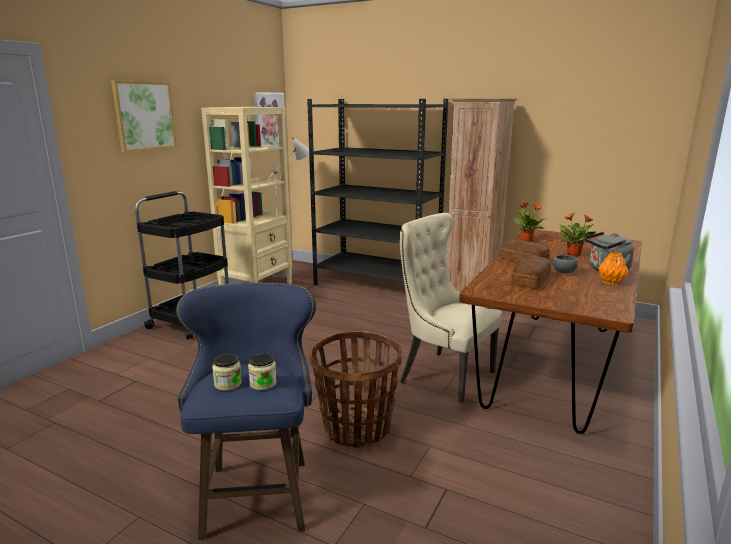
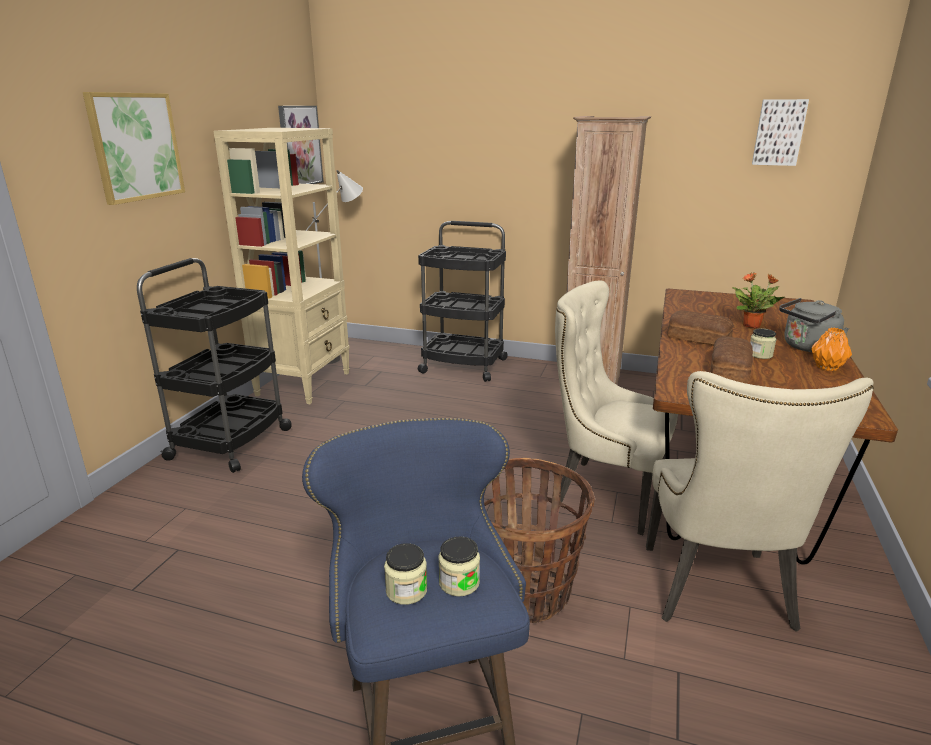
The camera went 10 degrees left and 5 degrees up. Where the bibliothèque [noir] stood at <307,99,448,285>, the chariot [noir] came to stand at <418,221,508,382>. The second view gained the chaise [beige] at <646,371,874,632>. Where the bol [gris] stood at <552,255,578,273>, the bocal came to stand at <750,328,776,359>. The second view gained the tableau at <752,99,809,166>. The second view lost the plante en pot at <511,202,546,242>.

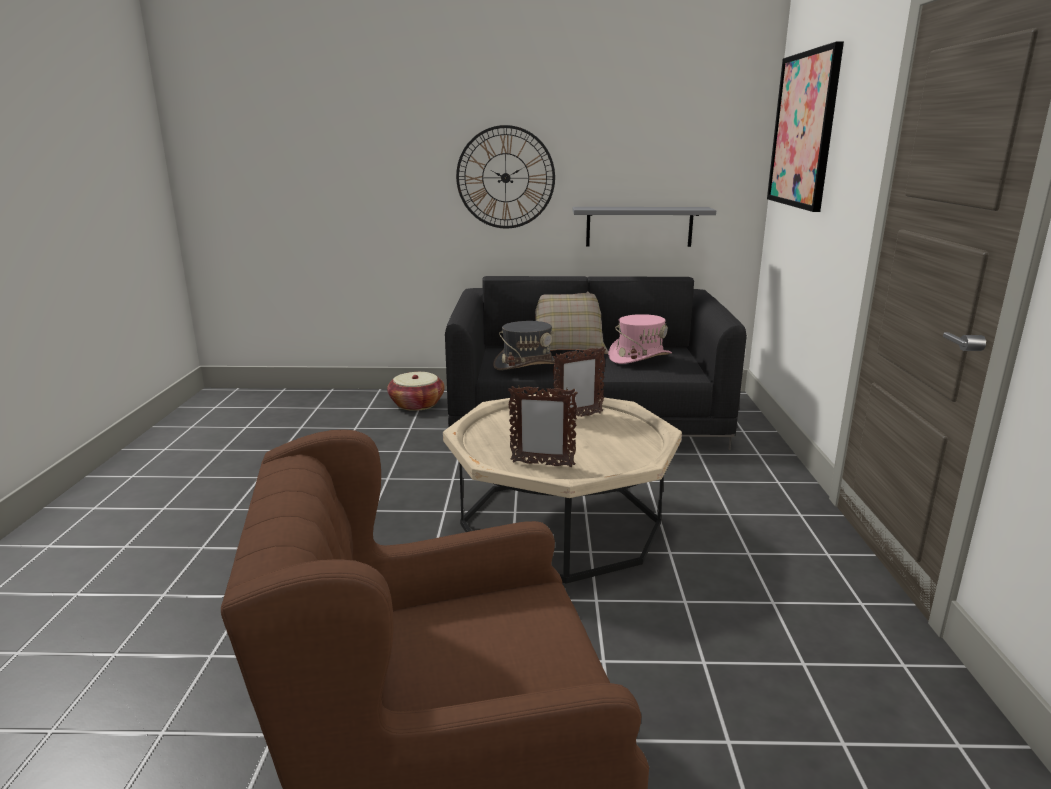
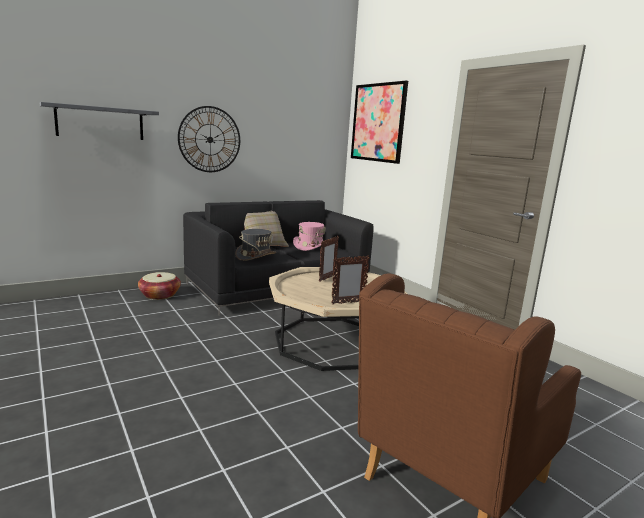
The camera went 35 degrees left and 5 degrees down. The étagère [gris] ended up elsewhere, having gone from <572,207,716,247> to <40,102,159,140>.

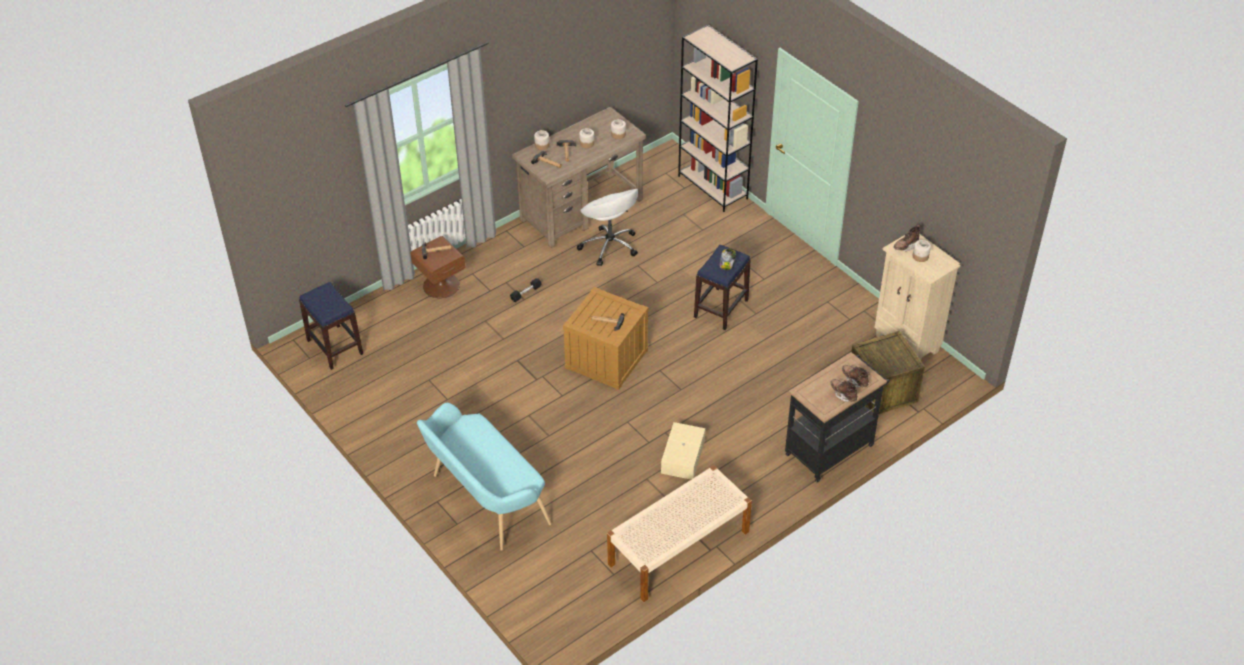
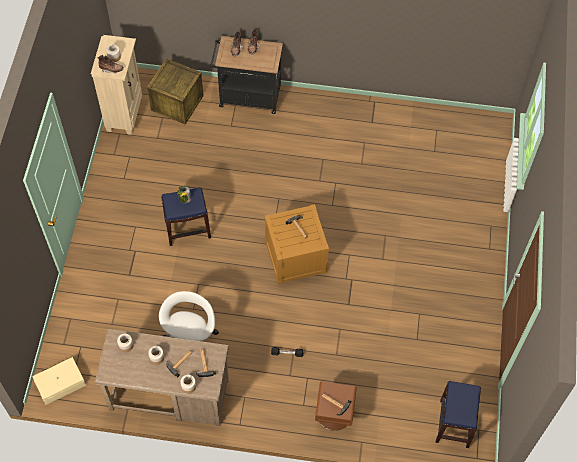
The camera went 135 degrees left and 15 degrees up. The boîte de rangement [beige] ended up elsewhere, having gone from <661,422,705,479> to <32,357,86,405>. The second view lost the banc [turquoise] at <417,403,551,551>. The second view lost the banc [beige] at <607,465,752,602>. The second view lost the bibliothèque [beige] at <678,25,758,212>.

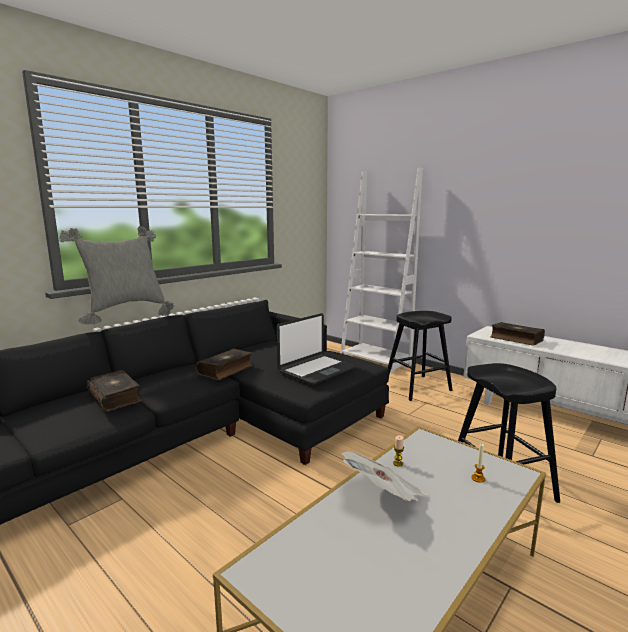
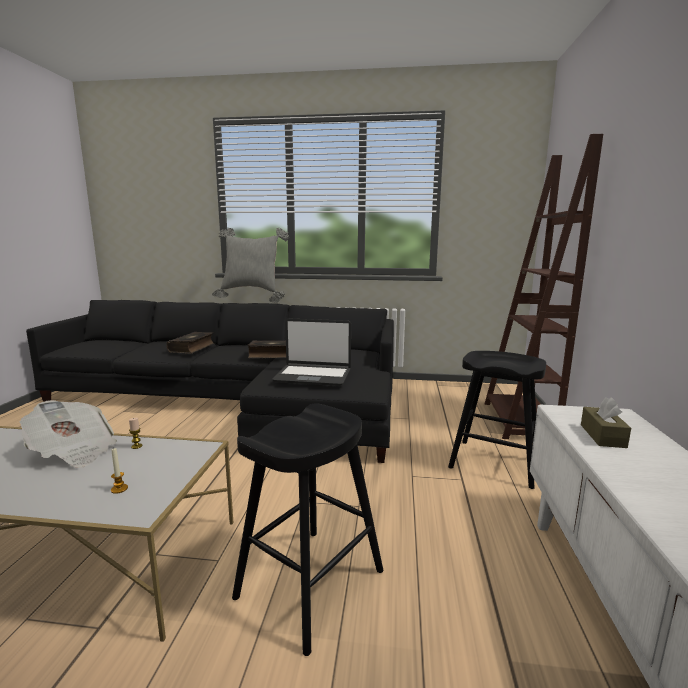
The camera went 55 degrees right and 0 degrees up. What was the bibliothèque [blanc] at <341,168,423,374> turned into the bibliothèque [marron] at <485,134,603,439>. Where the livre stood at <490,322,545,346>, the boîte à mouchoirs [marron] came to stand at <581,397,631,448>.

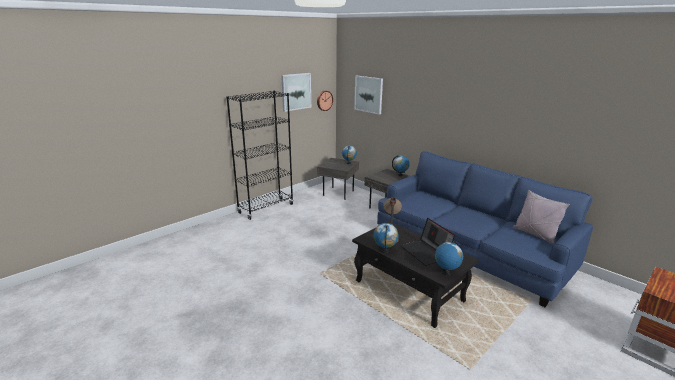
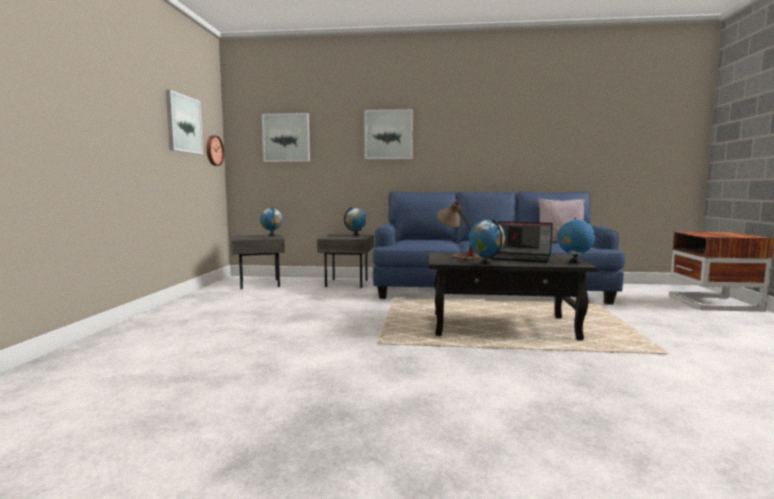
The camera went 40 degrees left and 15 degrees down. The second view gained the tableau at <364,109,413,159>. The second view lost the bibliothèque [noir] at <226,90,293,220>.

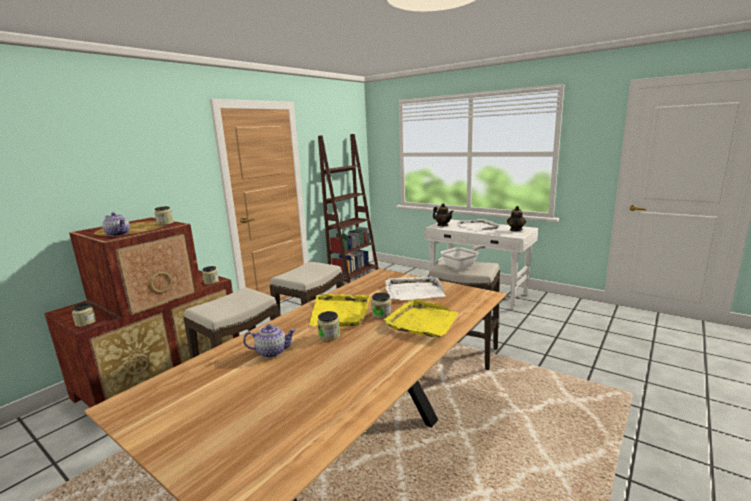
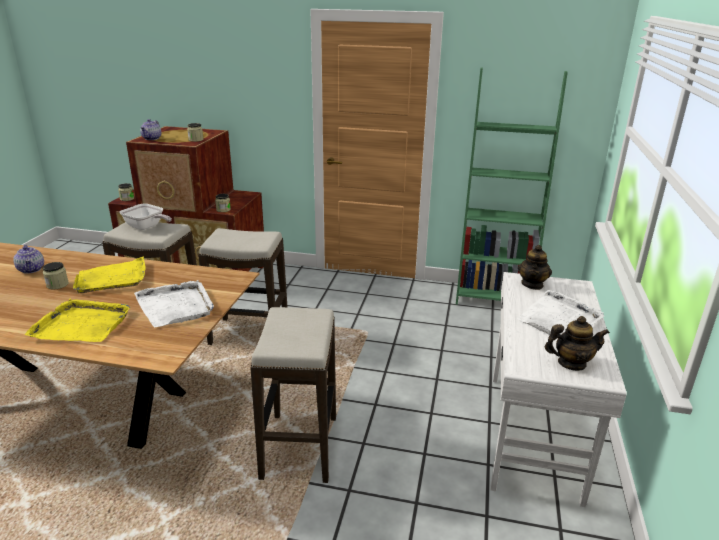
The camera went 65 degrees right and 10 degrees up. The poêle ended up elsewhere, having gone from <441,245,486,270> to <120,204,172,230>. What was the bibliothèque [marron] at <318,134,379,283> turned into the bibliothèque [vert] at <456,67,568,305>. The second view lost the bocal at <371,292,391,319>.

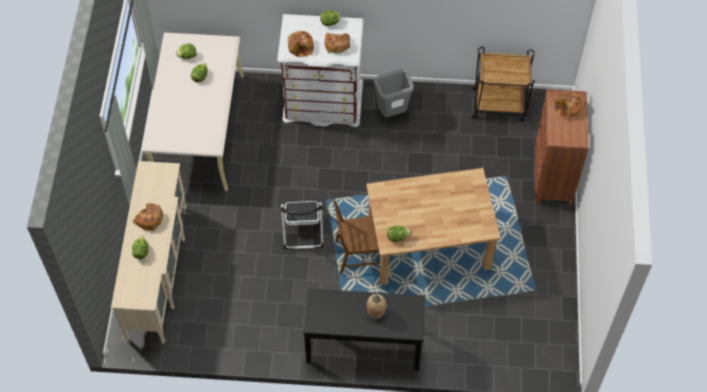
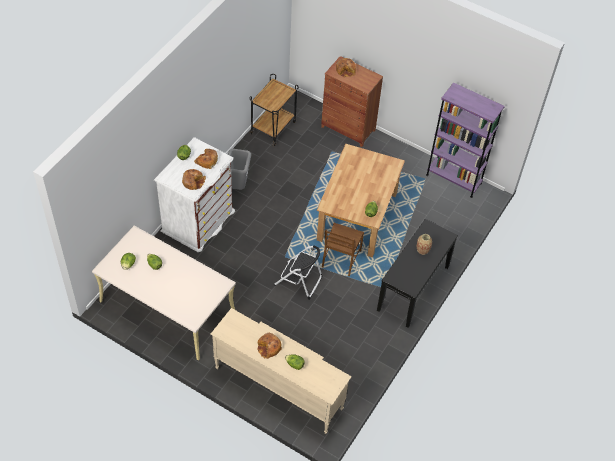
The camera went 65 degrees left and 5 degrees down. The second view gained the bibliothèque [violet] at <426,82,505,198>.

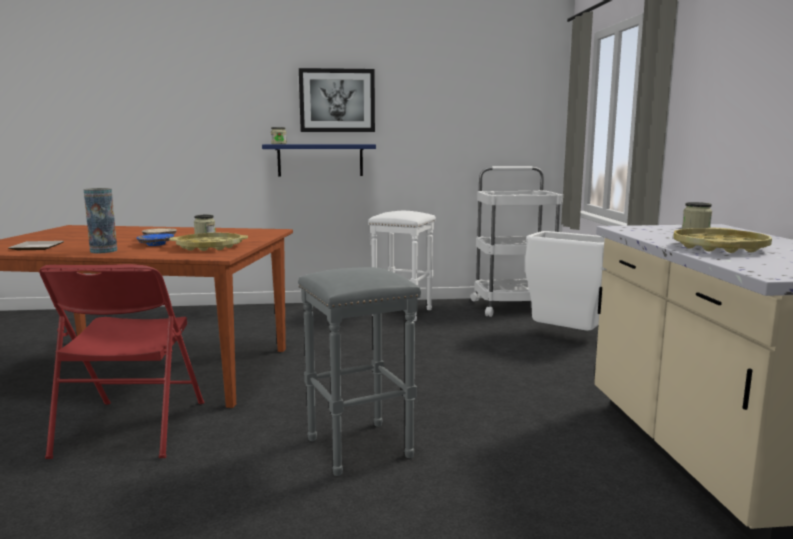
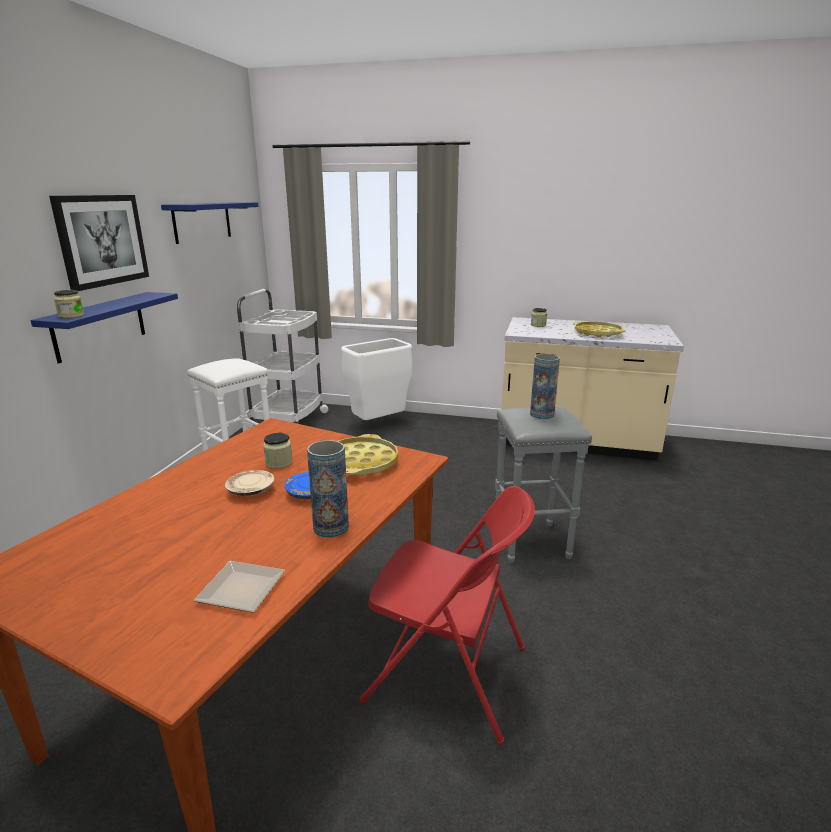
The camera went 70 degrees left and 10 degrees up. The second view gained the étagère [bleu] at <161,202,259,244>. The second view gained the vase at <530,354,560,419>.

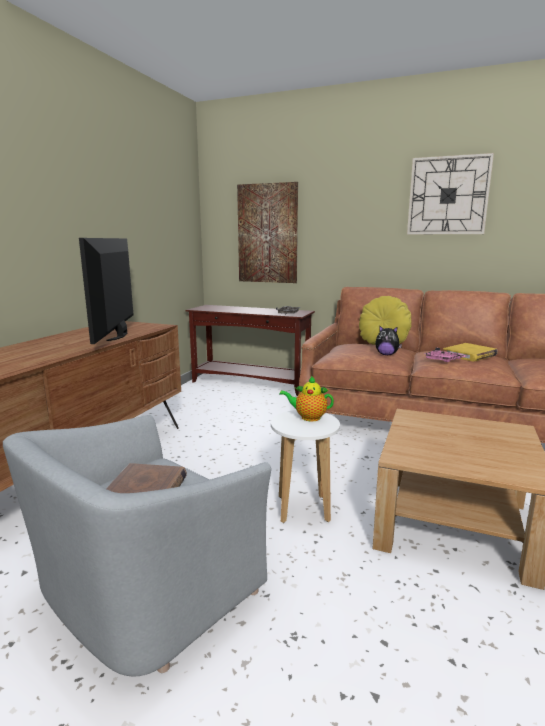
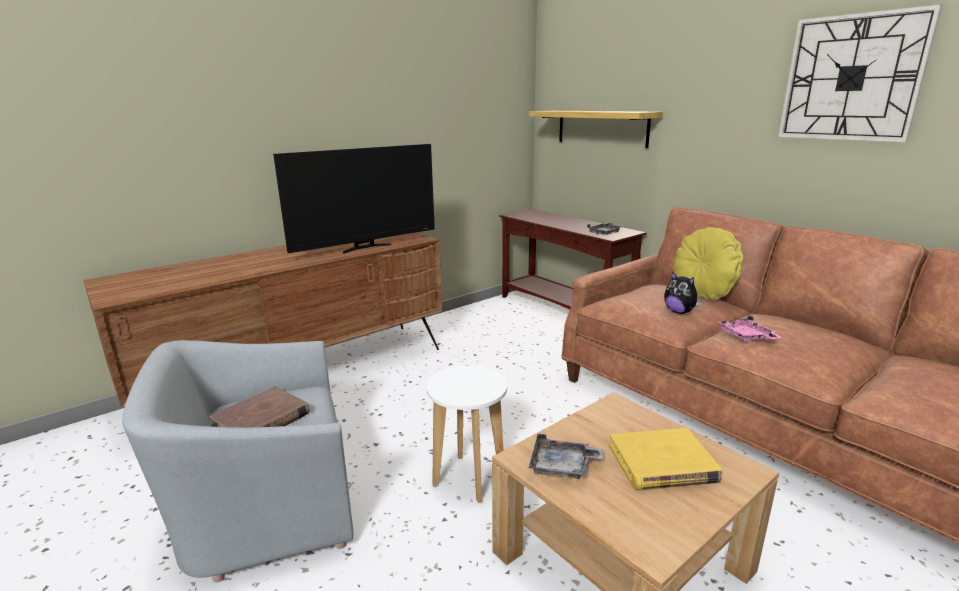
The camera went 30 degrees right and 5 degrees up. The téléviseur at <79,238,133,344> ended up facing another way, 150 degrees counterclockwise from before. Where the tableau hung at <237,182,298,283>, the étagère came to hang at <529,111,663,148>. The second view gained the plateau [gris] at <529,434,604,479>. The livre [jaune] ended up elsewhere, having gone from <443,343,498,362> to <609,428,723,491>. The second view lost the théière at <279,376,334,421>.

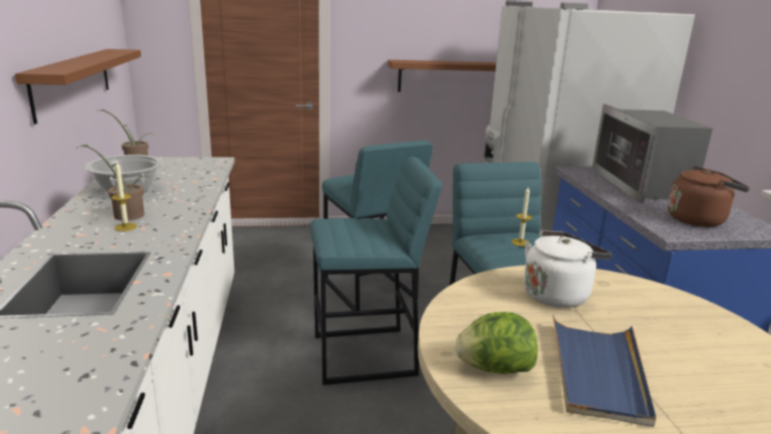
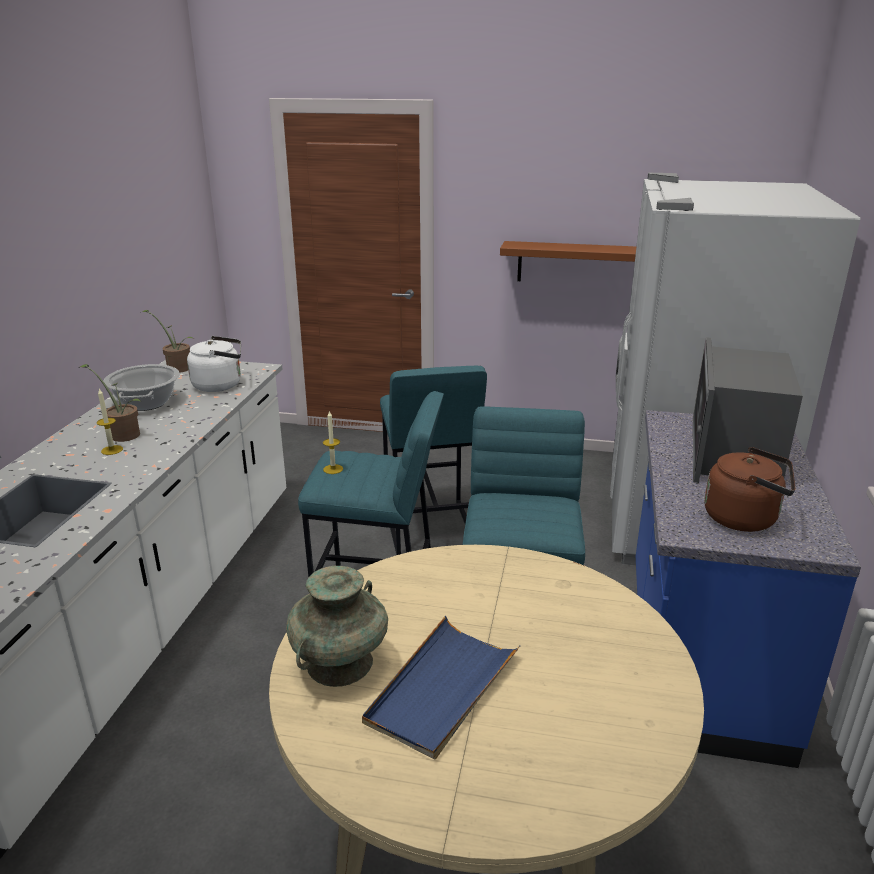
The camera went 20 degrees right and 5 degrees up. The bouilloire [blanc] ended up elsewhere, having gone from <524,231,612,308> to <187,336,241,392>. Where the laitue stood at <455,312,538,374>, the vase [turquoise] came to stand at <286,566,388,687>. The bougie ended up elsewhere, having gone from <511,187,532,247> to <323,411,343,474>. The second view lost the étagère [marron] at <15,49,141,124>.

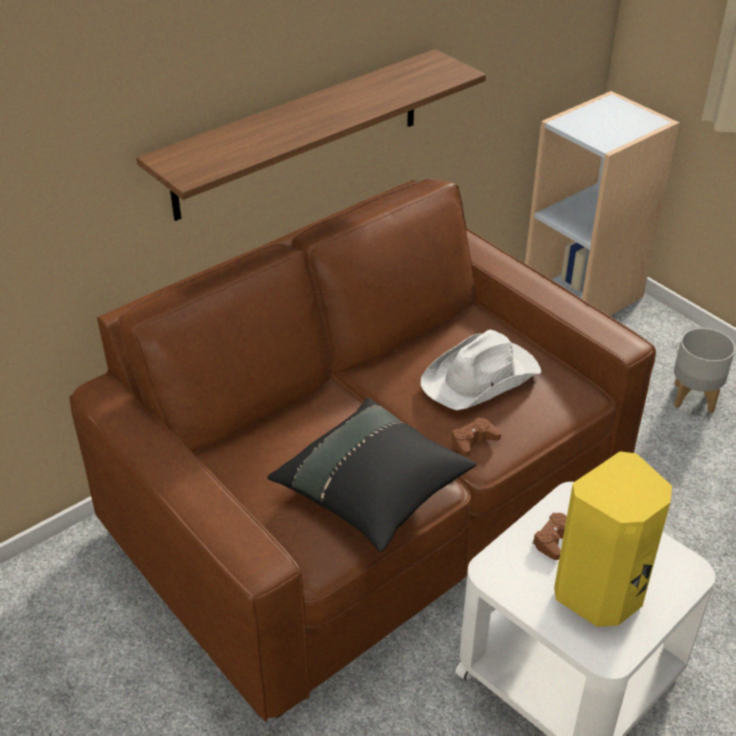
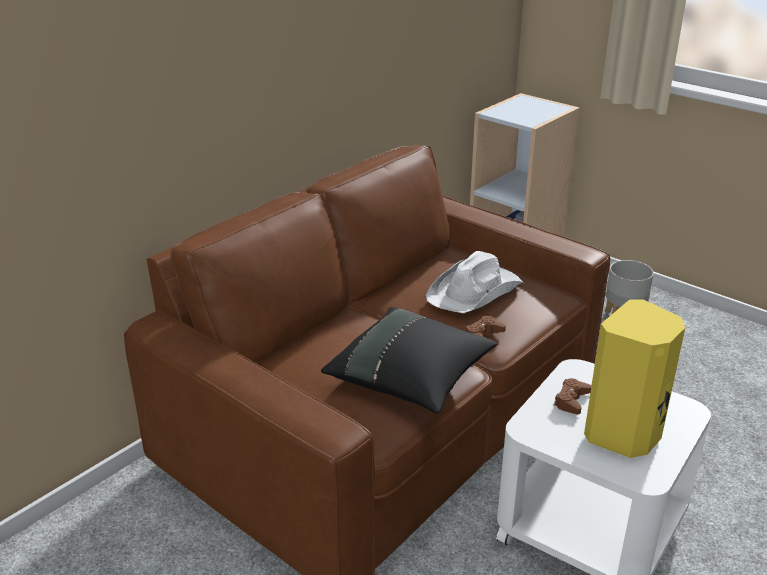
The camera went 10 degrees left and 10 degrees down. The second view lost the étagère at <136,49,486,221>.

